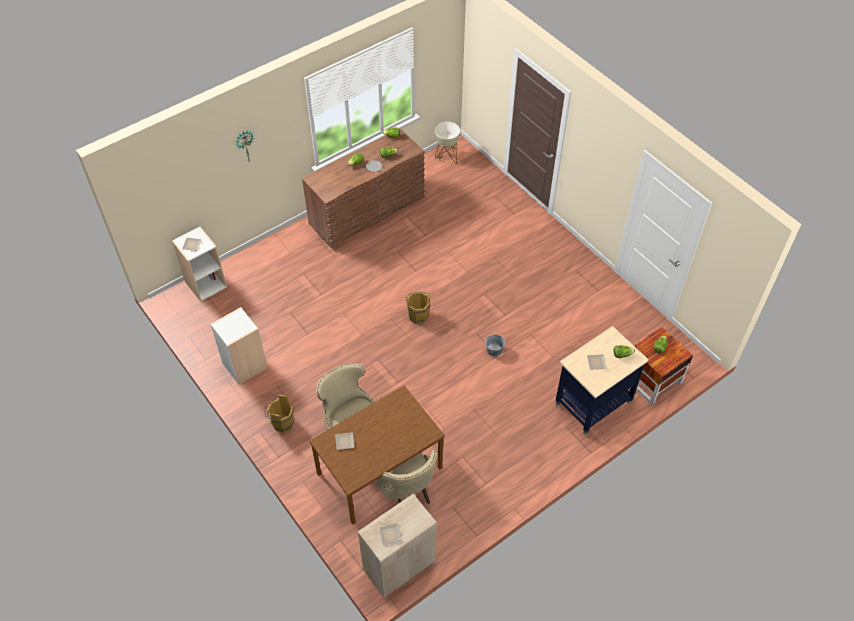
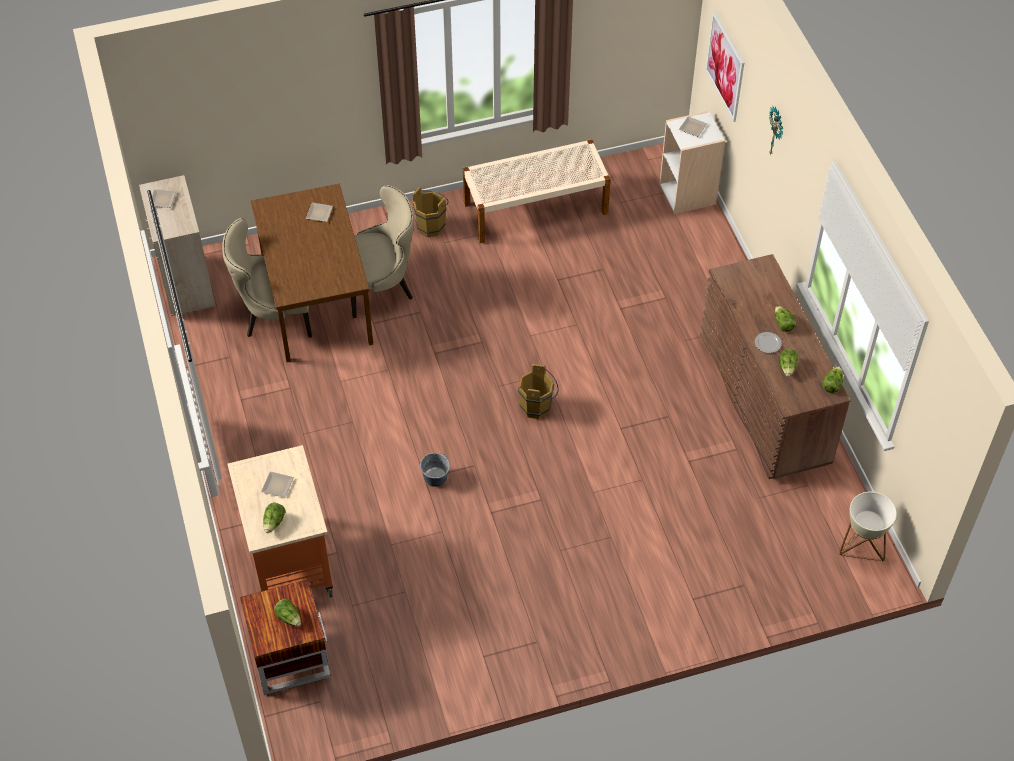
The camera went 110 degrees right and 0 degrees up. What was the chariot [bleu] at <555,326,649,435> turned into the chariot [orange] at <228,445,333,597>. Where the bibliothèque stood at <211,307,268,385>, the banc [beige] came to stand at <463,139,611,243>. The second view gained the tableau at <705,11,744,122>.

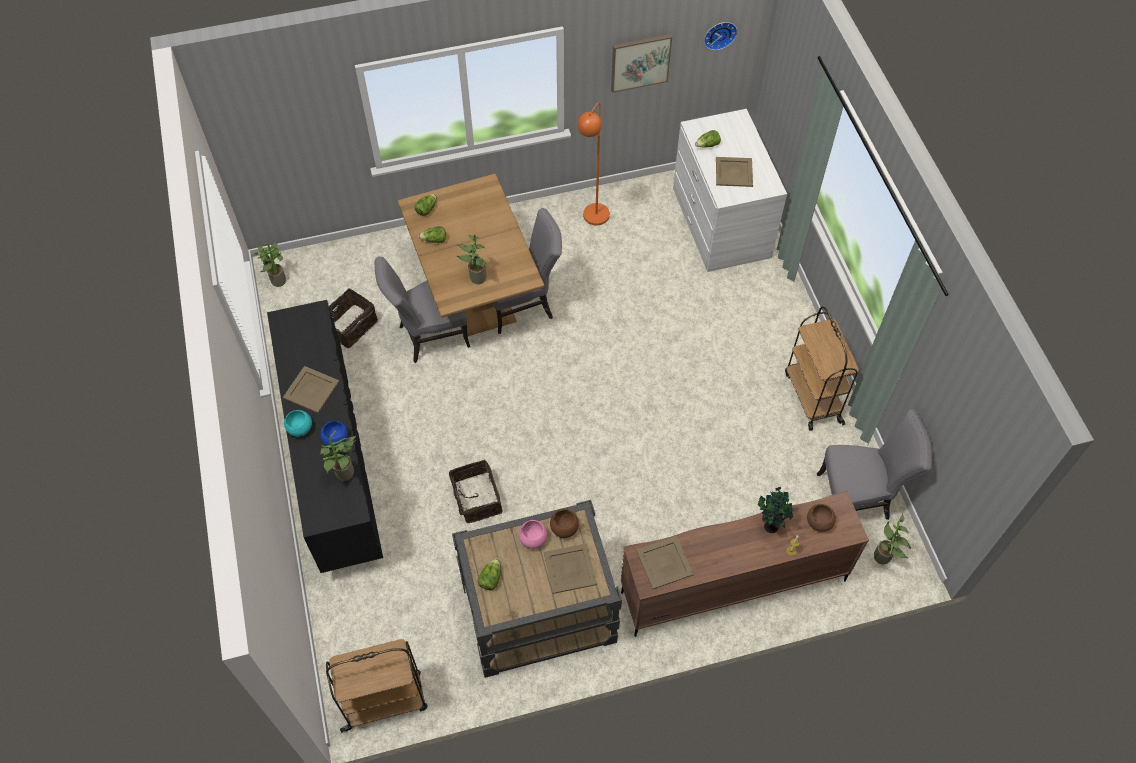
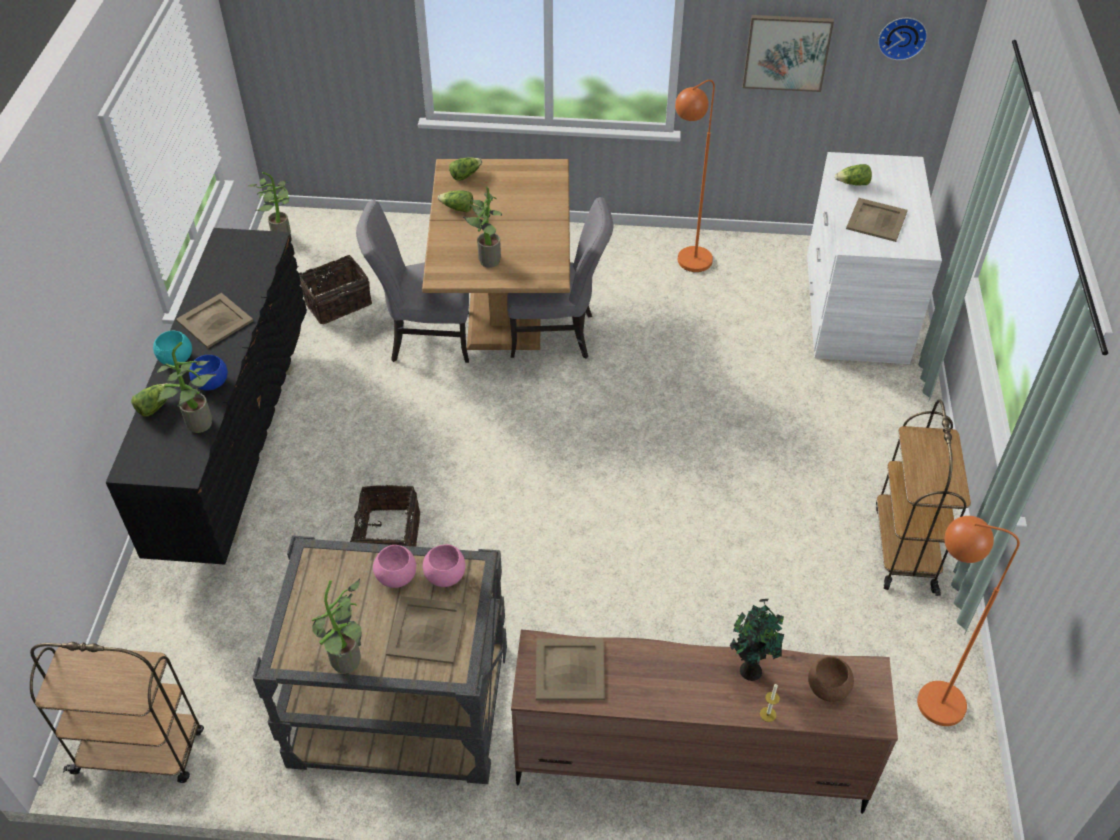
The camera went 20 degrees right and 10 degrees down. The laitue ended up elsewhere, having gone from <477,558,501,590> to <131,383,169,417>. The plante en pot ended up elsewhere, having gone from <874,513,911,564> to <311,578,362,674>. What was the bol [marron] at <550,509,579,538> turned into the bol [rose] at <423,544,465,587>. Where the chaise [gris] stood at <817,409,932,520>, the lampadaire [orange] came to stand at <917,516,1020,726>.

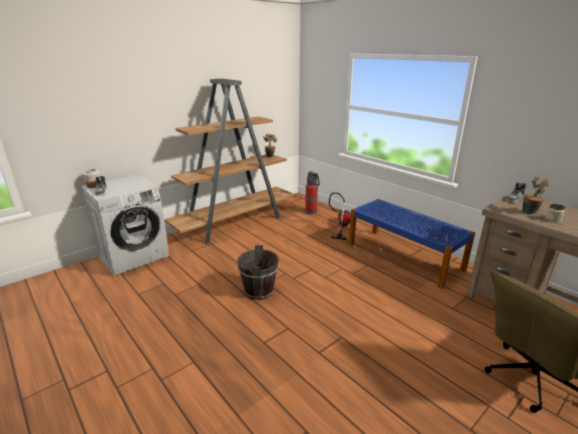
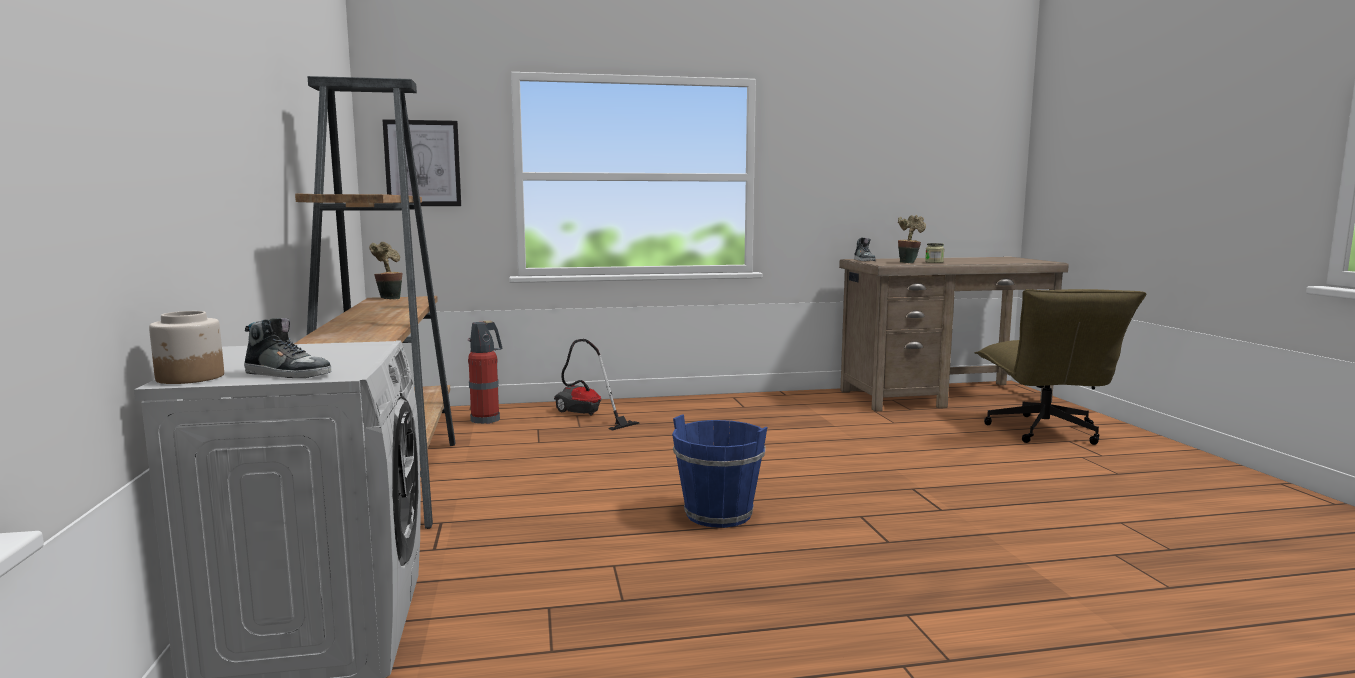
The camera went 60 degrees left and 15 degrees down. The second view gained the tableau at <383,119,461,206>. What was the seau [marron] at <237,245,279,300> turned into the seau [bleu] at <672,414,768,528>. The second view lost the banc [bleu] at <349,199,475,289>.

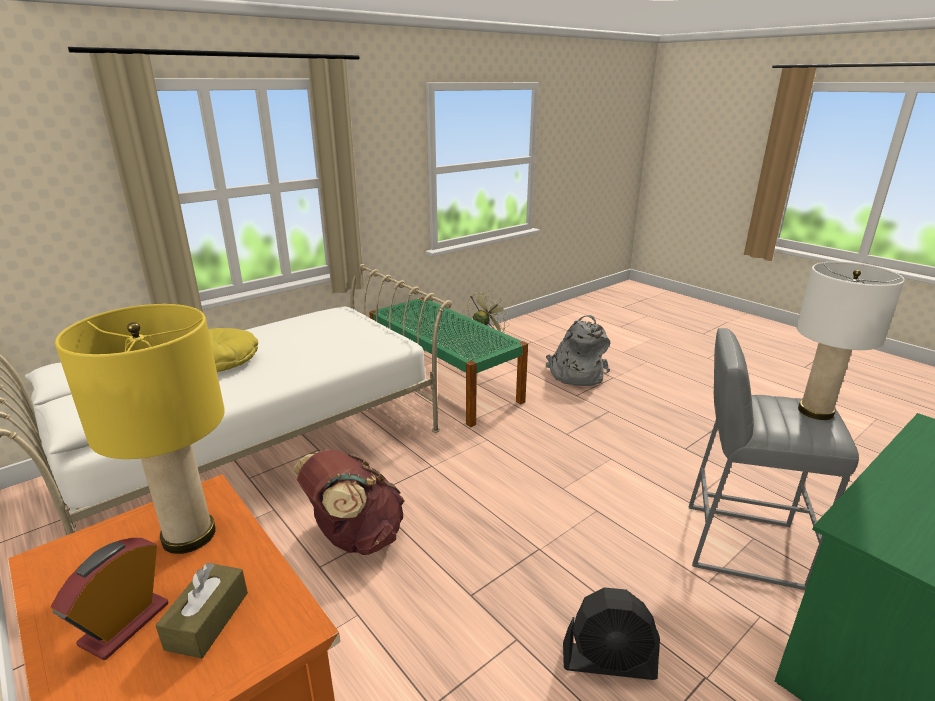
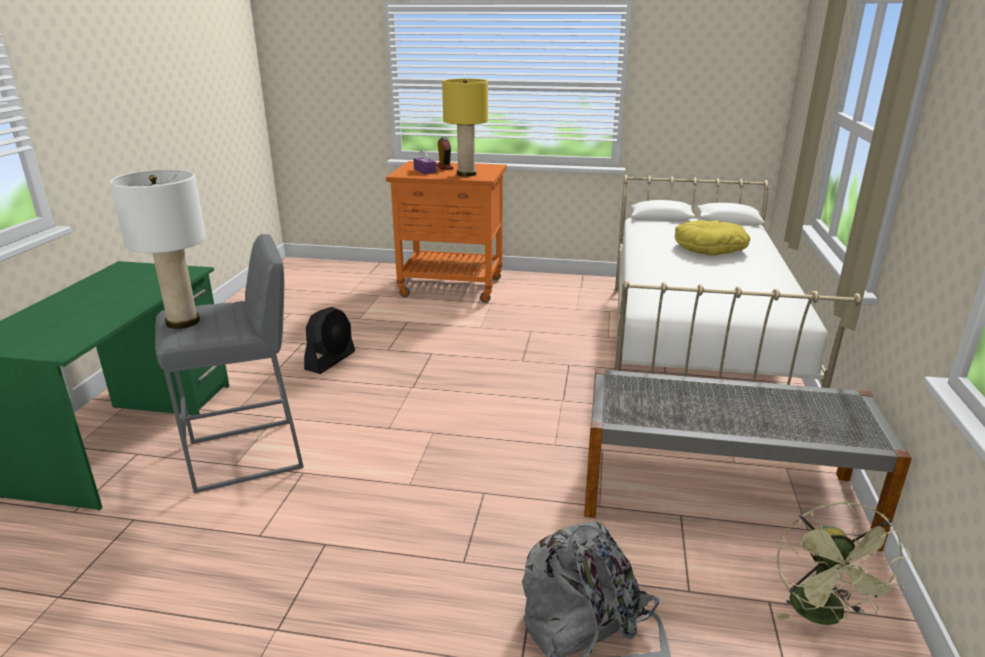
The camera went 140 degrees right and 0 degrees up. The ventilateur [noir] at <563,587,660,680> ended up facing another way, 150 degrees clockwise from before. What was the boîte à mouchoirs [marron] at <156,563,248,659> turned into the boîte à mouchoirs [violet] at <413,149,436,174>. What was the banc [vert] at <369,297,528,427> turned into the banc [gris] at <584,368,912,551>. The second view lost the sac à dos [marron] at <293,450,404,555>.

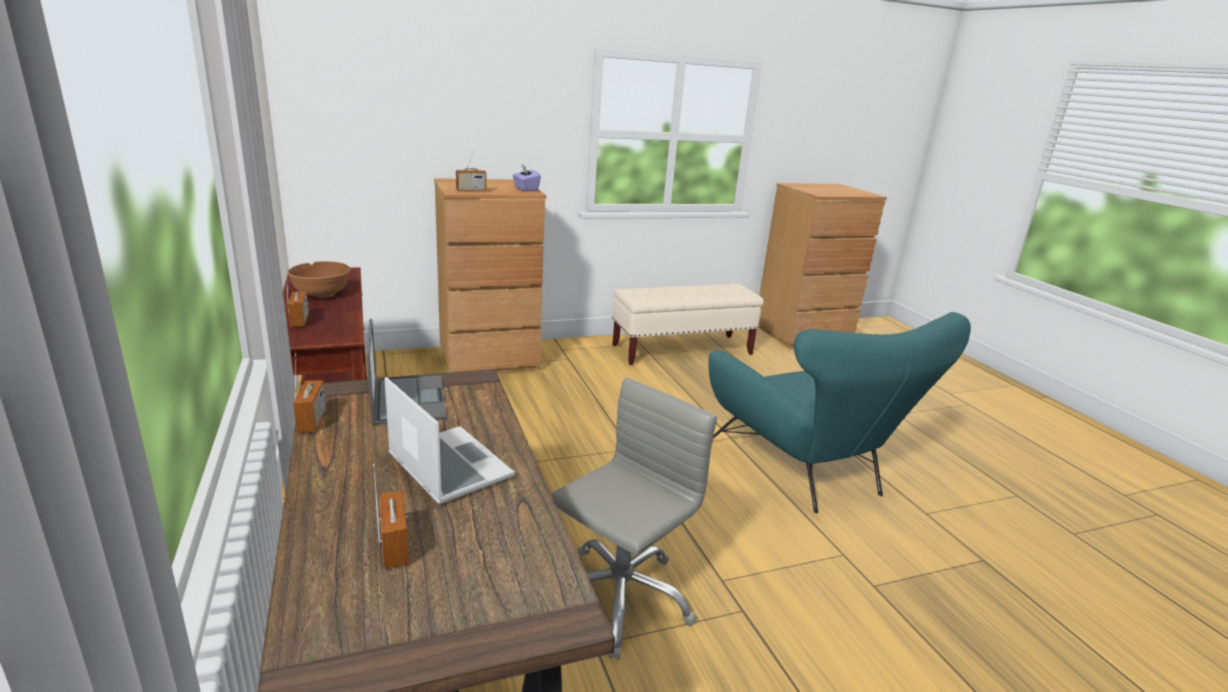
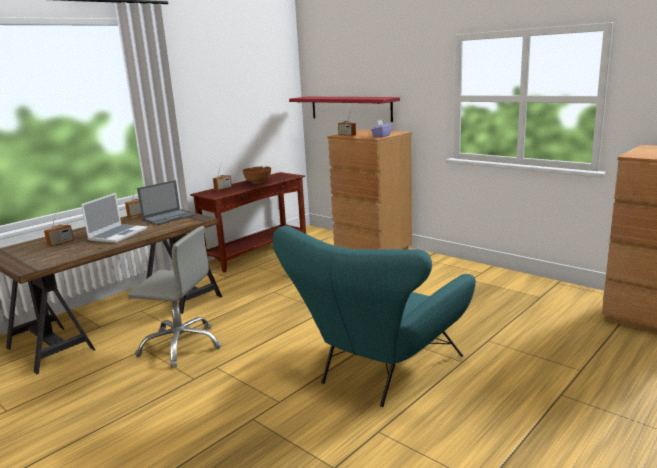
The camera went 65 degrees right and 5 degrees down. The second view gained the étagère [rouge] at <289,97,400,122>. The second view lost the banc [beige] at <612,284,764,365>.

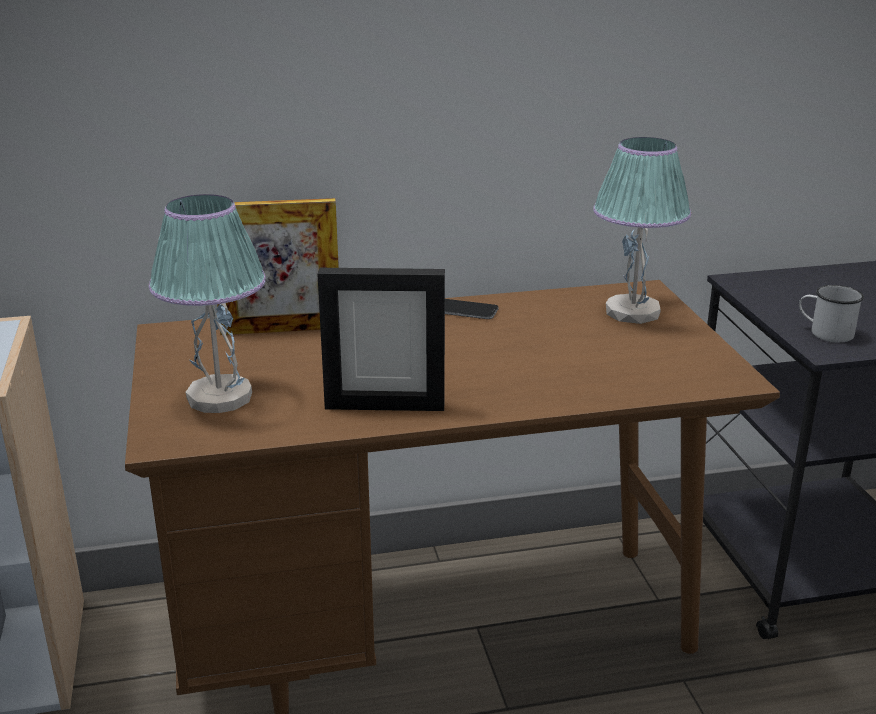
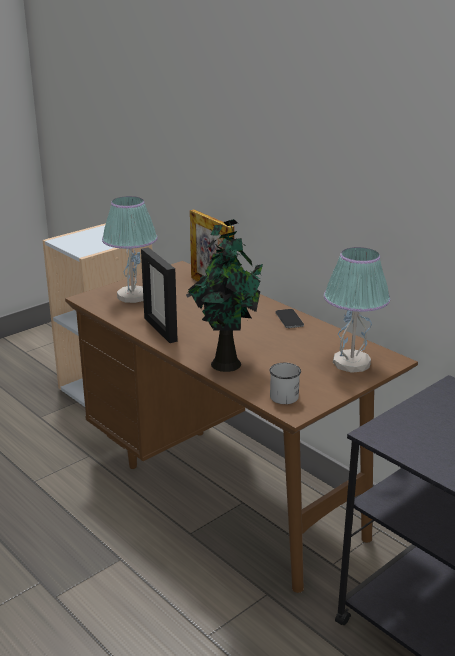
The camera went 60 degrees right and 0 degrees up. The second view gained the plante en pot at <186,219,263,372>. The mug [blanc] ended up elsewhere, having gone from <799,285,864,343> to <269,363,301,404>.

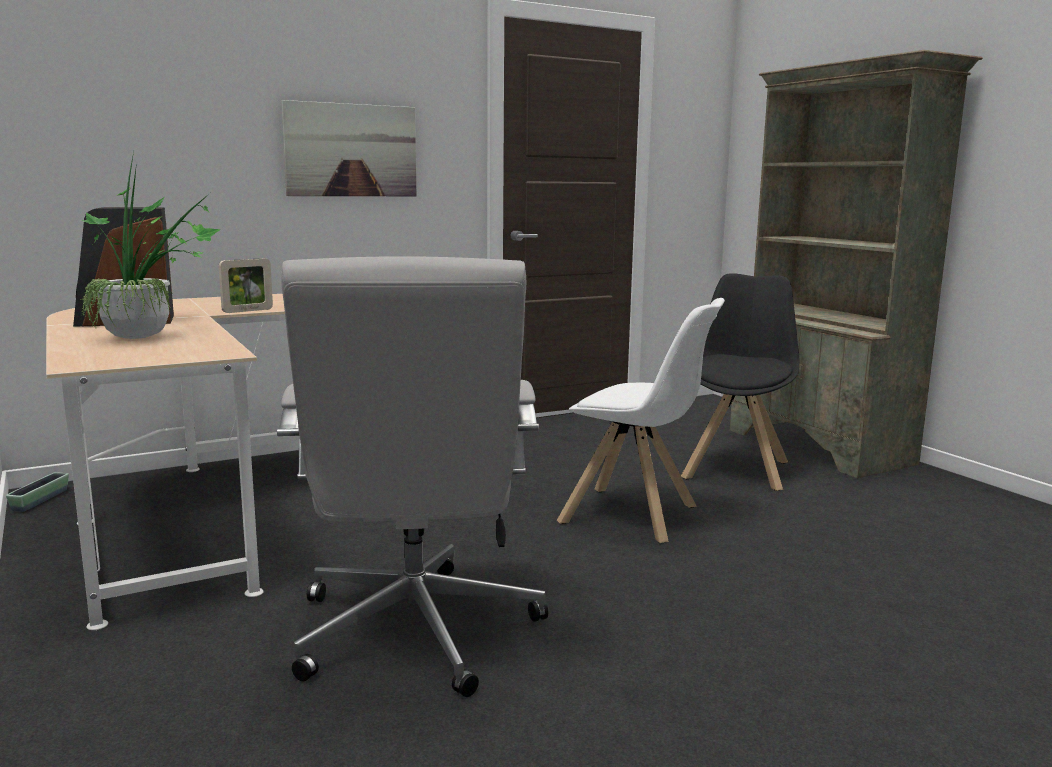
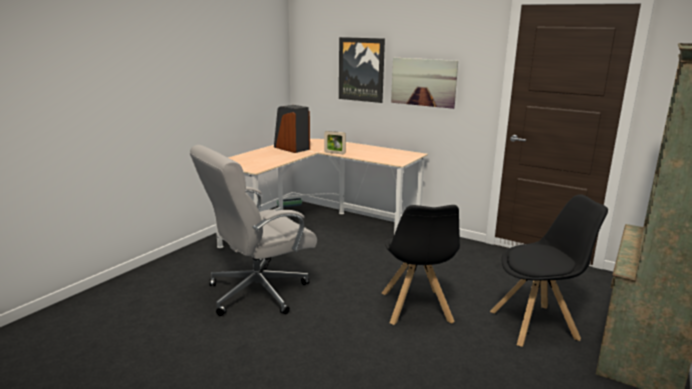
The camera went 60 degrees right and 5 degrees up. The second view gained the tableau at <339,37,385,103>. What was the chaise [blanc] at <557,298,725,543> turned into the chaise [noir] at <381,205,460,325>. The second view lost the plante en pot at <80,152,221,339>.

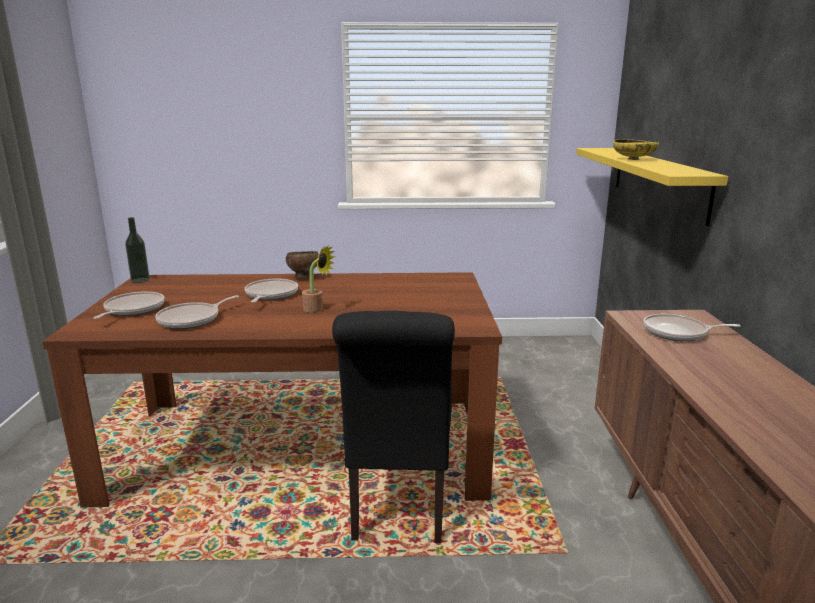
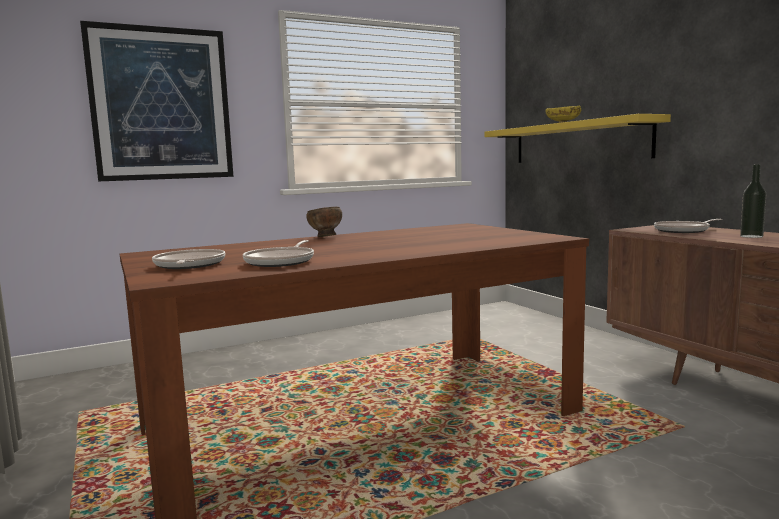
The camera went 25 degrees left and 10 degrees down. The second view gained the tableau at <80,21,234,181>. The bouteille ended up elsewhere, having gone from <125,217,150,283> to <740,164,766,238>. The second view lost the poêle at <245,279,298,303>. The second view lost the plante en pot at <302,246,335,313>. The second view lost the chaise [noir] at <332,311,455,543>.

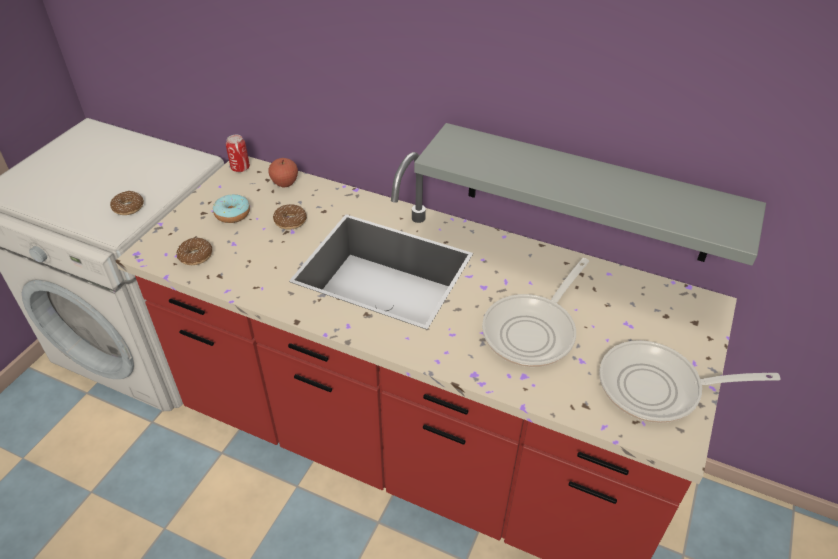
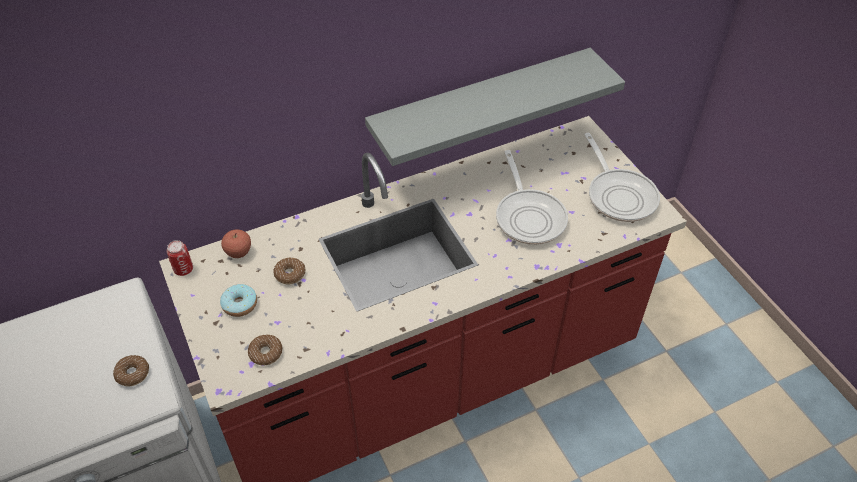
The camera went 50 degrees left and 5 degrees up. The poêle at <599,340,781,423> ended up facing another way, 60 degrees counterclockwise from before.

